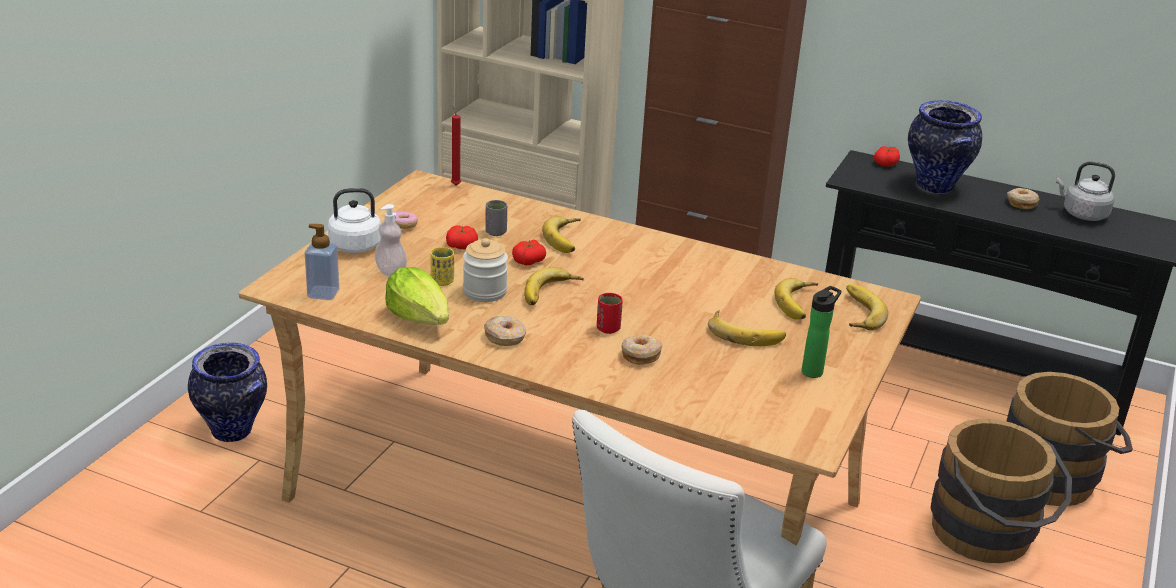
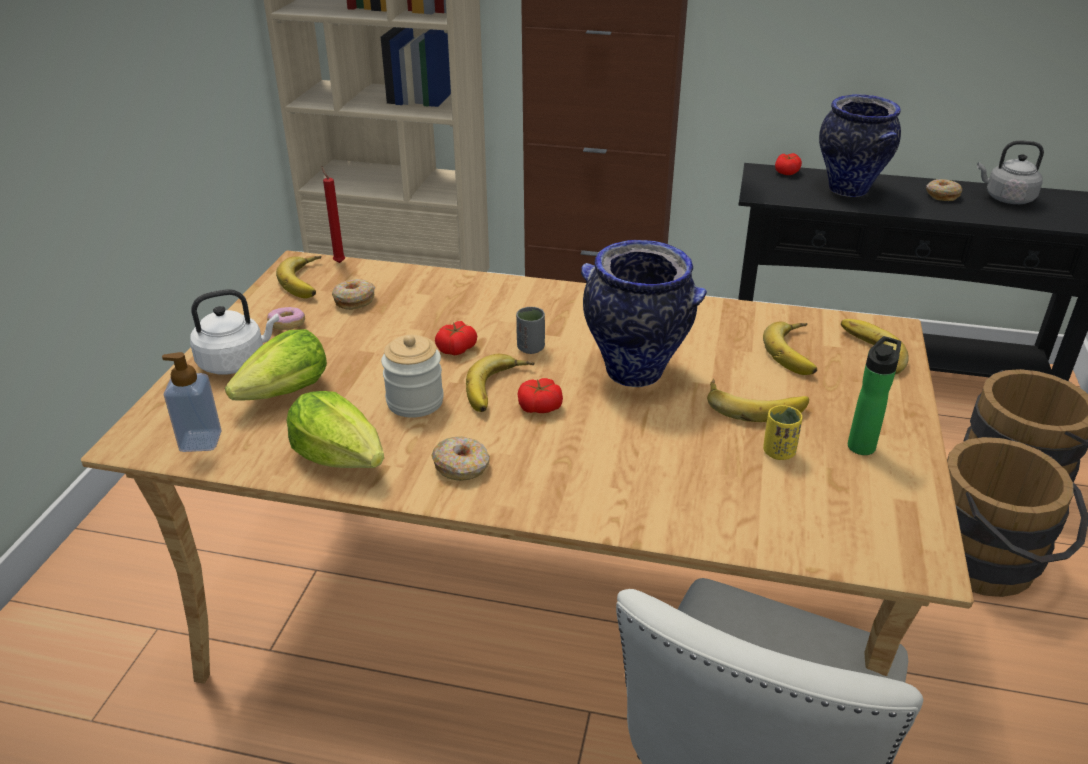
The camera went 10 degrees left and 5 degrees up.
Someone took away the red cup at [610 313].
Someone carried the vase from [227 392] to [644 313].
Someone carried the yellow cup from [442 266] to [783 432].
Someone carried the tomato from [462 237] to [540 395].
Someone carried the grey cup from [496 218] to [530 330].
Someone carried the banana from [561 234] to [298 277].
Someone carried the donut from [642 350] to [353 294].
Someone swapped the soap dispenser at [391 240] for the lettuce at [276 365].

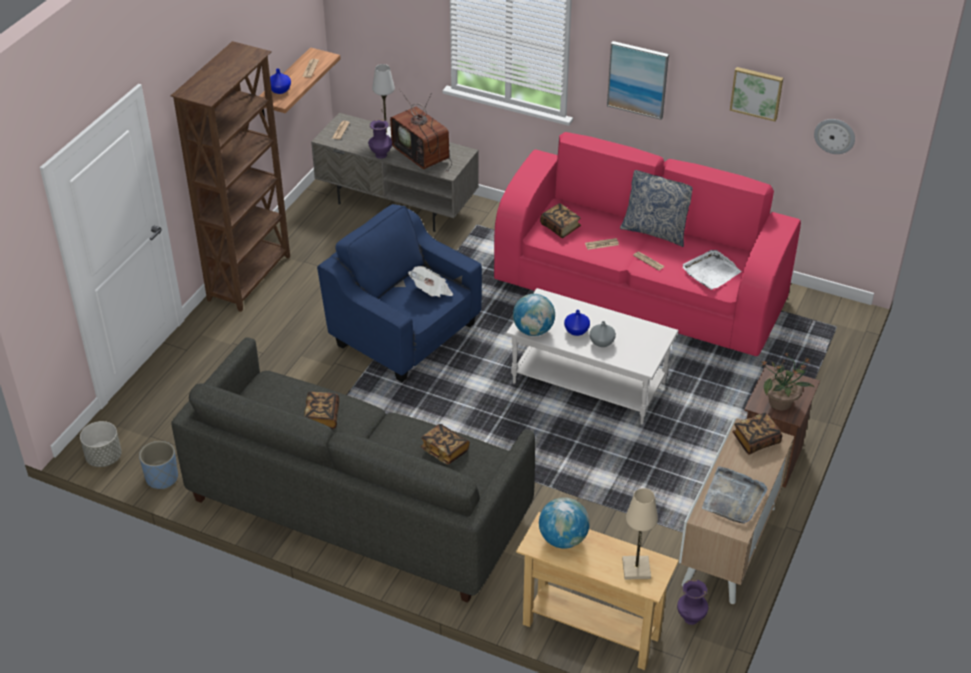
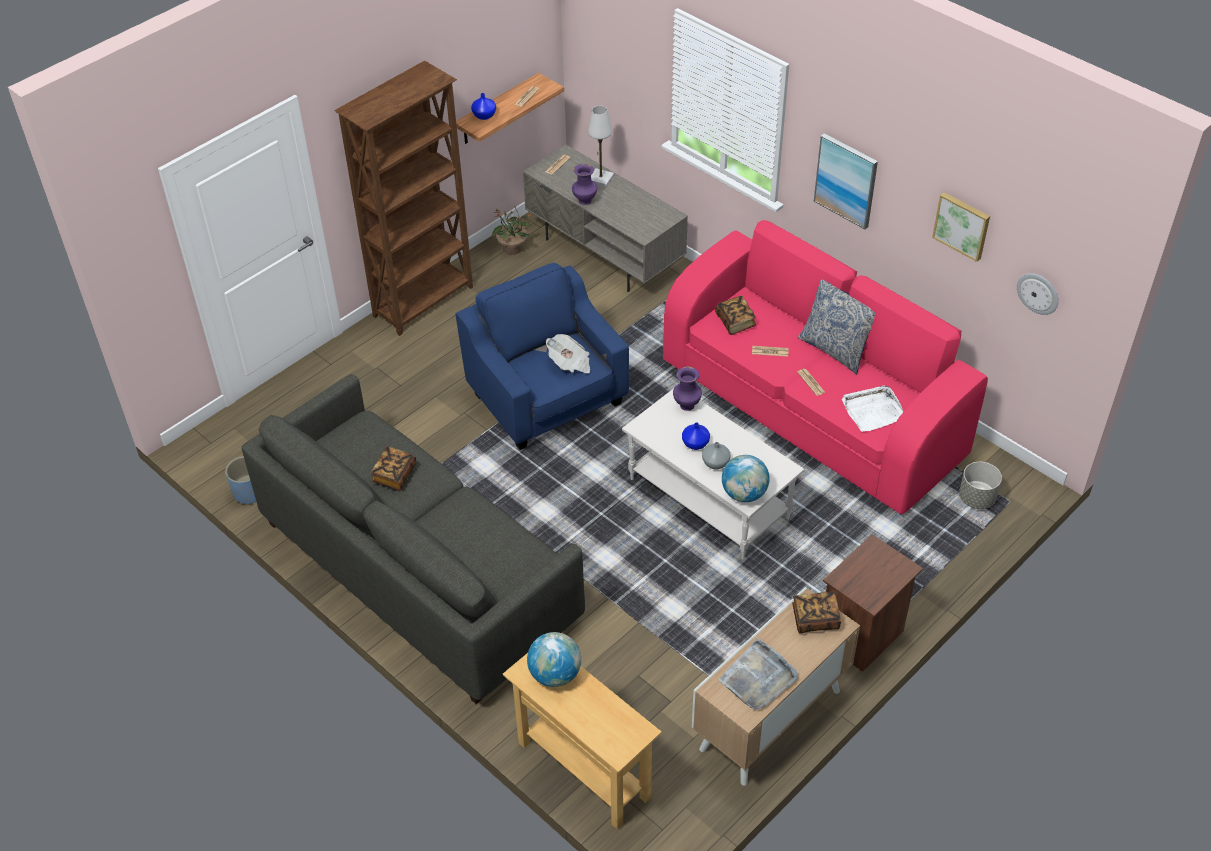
The camera went 20 degrees right and 5 degrees up.
Someone took away the television at [421 130].
Someone took away the book at [445 444].
Someone took away the beige table lamp at [640 533].
Someone carried the grey planter from [101 444] to [980 485].
Someone carried the globe from [534 315] to [746 478].
Someone carried the purple vase from [692 602] to [687 388].
Someone carried the potted plant from [787 381] to [512 230].

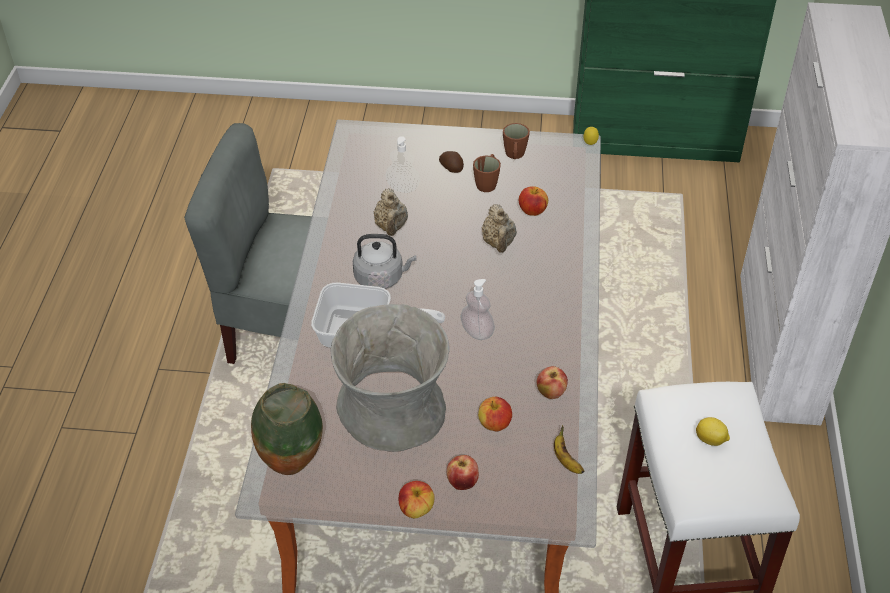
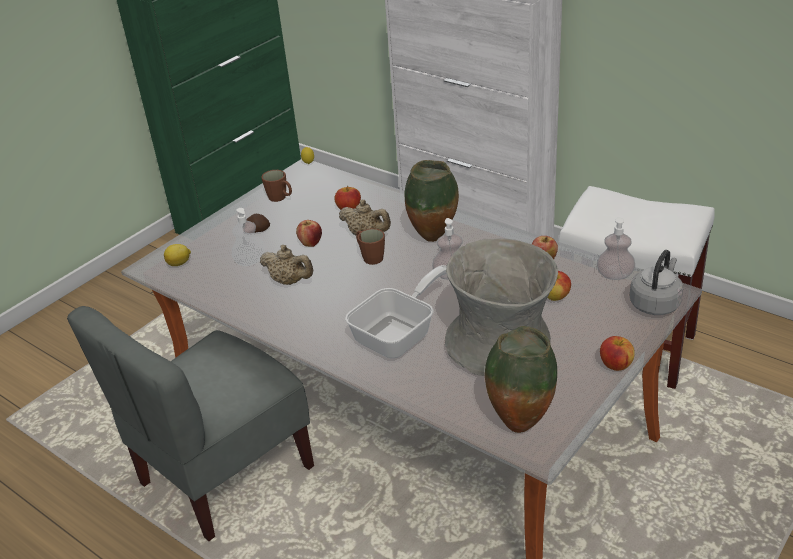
The camera went 55 degrees left and 10 degrees down.
Someone put down the vase at [432 201].
Someone carried the grey kettle from [384 261] to [656 282].
Someone carried the apple from [463 472] to [309 233].
Someone carried the brown mug from [487 173] to [370 246].
Someone carried the lemon from [713 431] to [177 255].
Someone swapped the banana at [569 449] for the soap dispenser at [616 248].

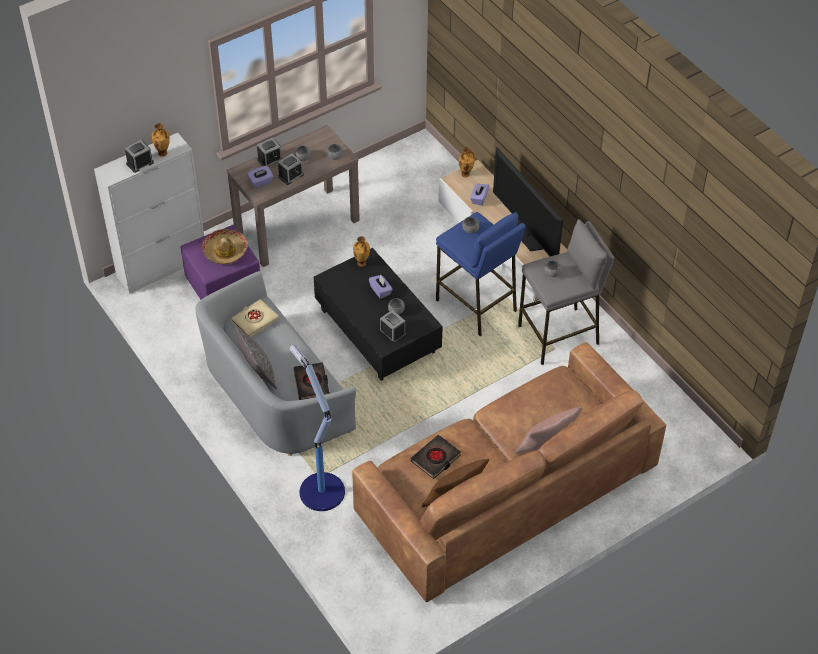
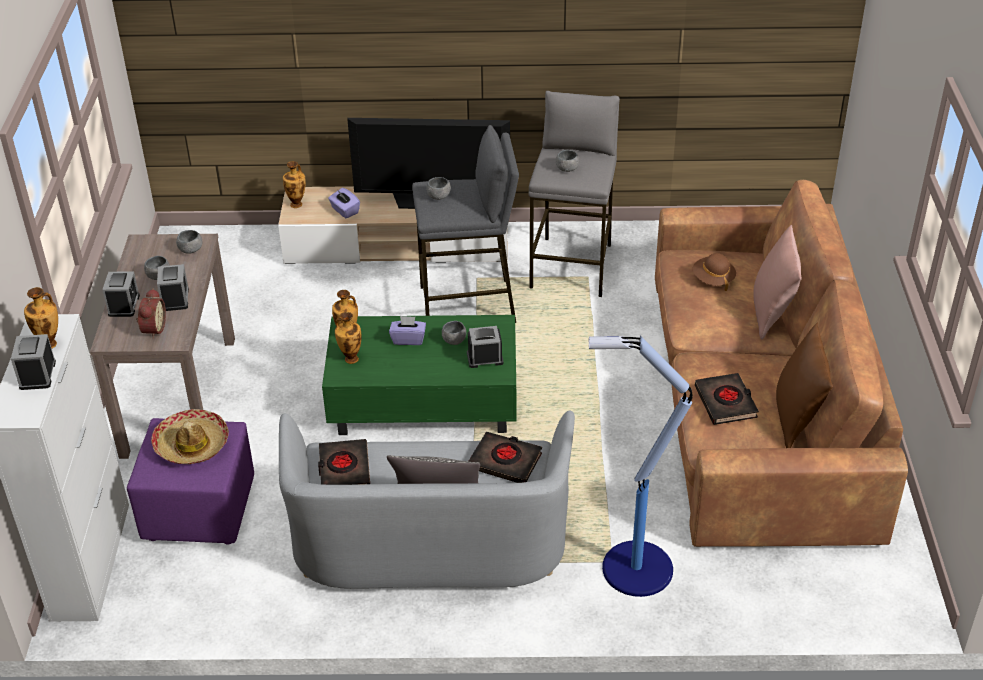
The camera went 55 degrees left and 10 degrees down.
Someone put down the vase at [348 338].
Someone put down the brown hat at [714 272].
Someone swapped the purple tissue box at [260 177] for the alarm clock at [151 313].
Someone repainted the beige book at [255 318], which became the black book at [344 462].
Someone repainted the black coffee table at [378 314], which became the green coffee table at [419 375].
Someone repainted the blue stool at [481 274], which became the grey stool at [465 224].

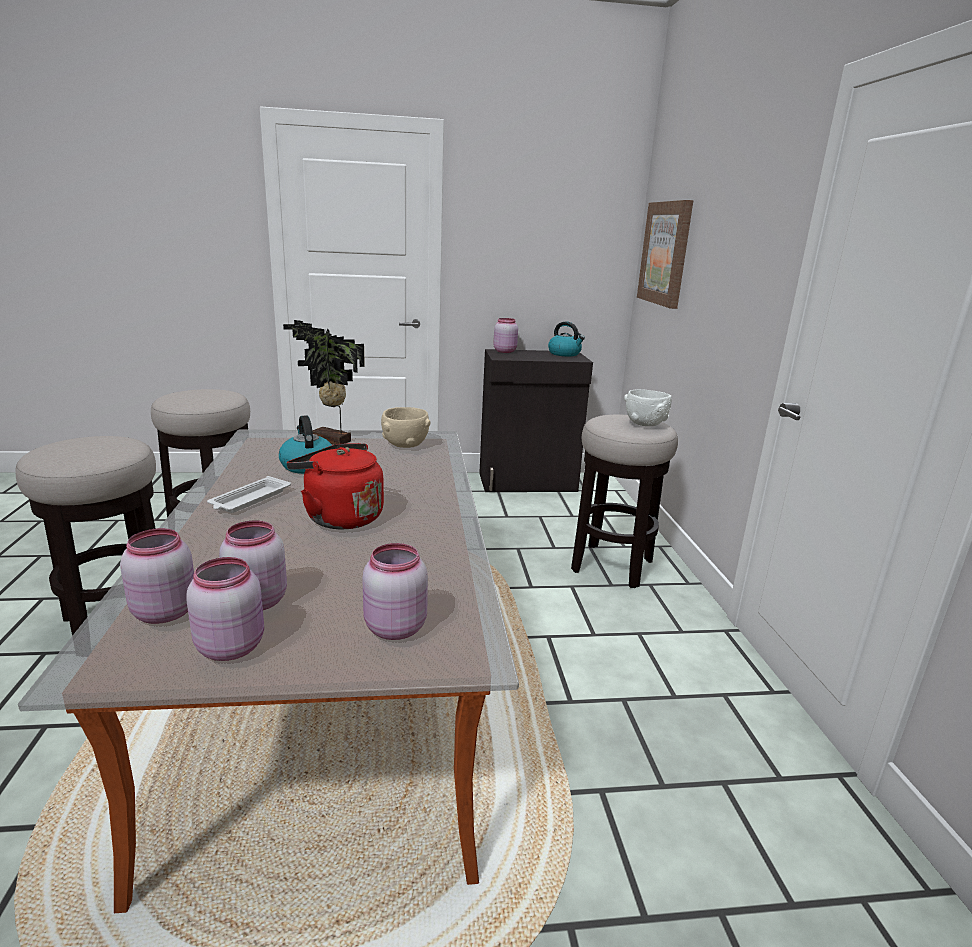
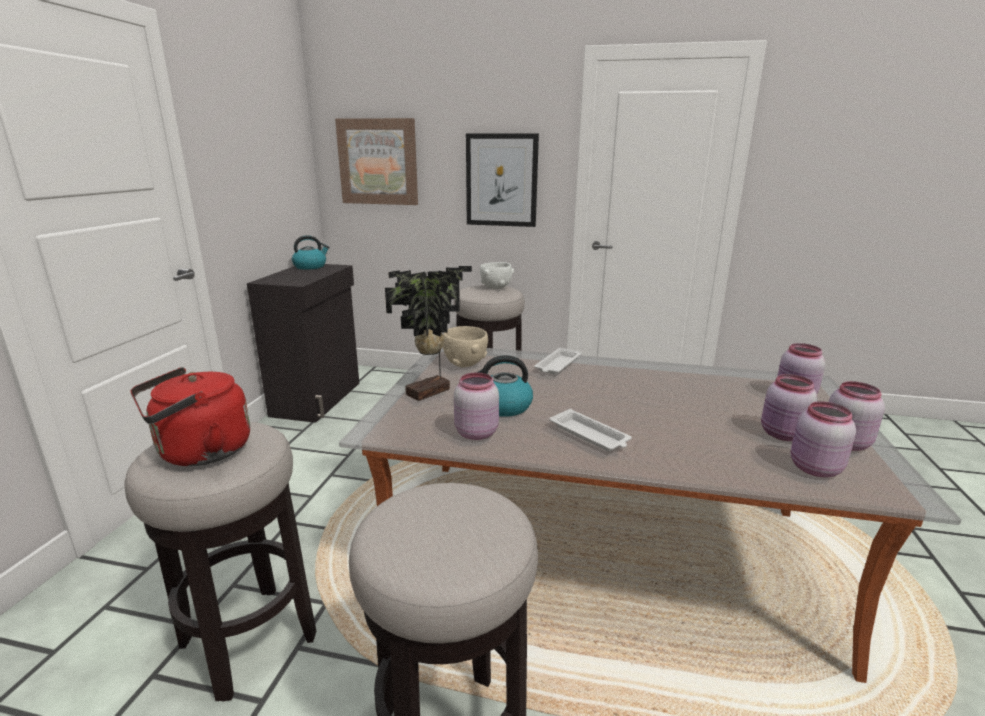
The camera went 70 degrees left and 0 degrees up.
Someone put up the picture at [502 180].
Someone put down the white tray at [558 361].
Someone carried the red kettle from [335 486] to [190 416].
Someone carried the pink jar from [505 335] to [476 406].

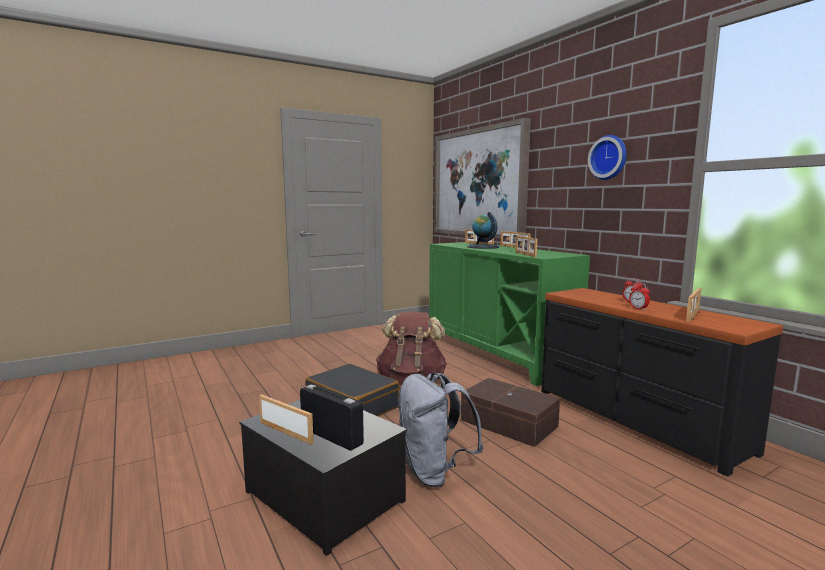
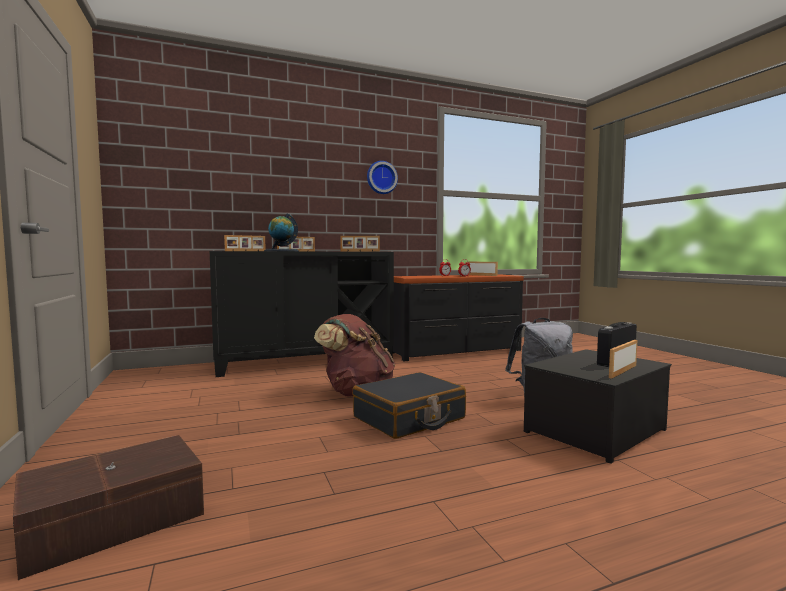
The camera went 80 degrees left and 5 degrees down.
Someone took away the picture at [482 178].
Someone carried the brown storage box from [510 412] to [108 507].
Someone repainted the green cabinet at [509 314], which became the black cabinet at [302 314].

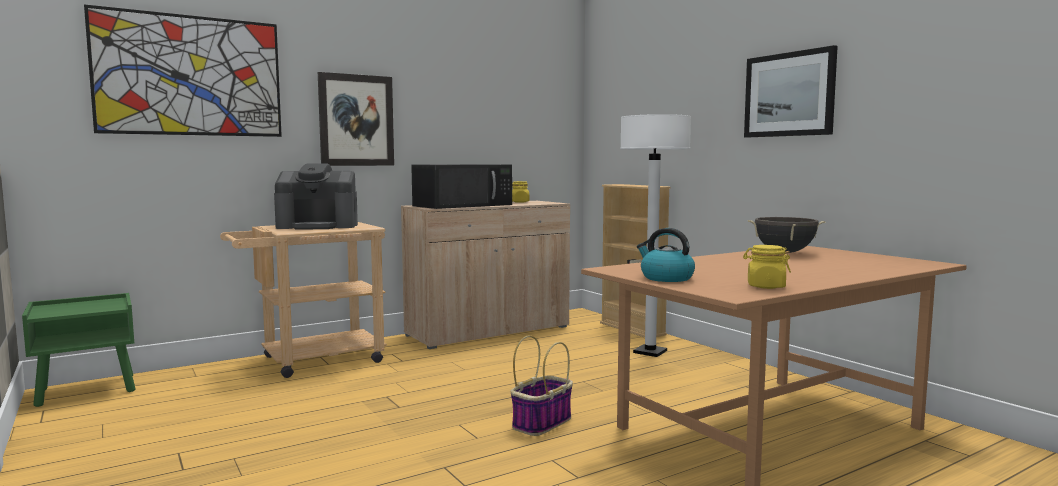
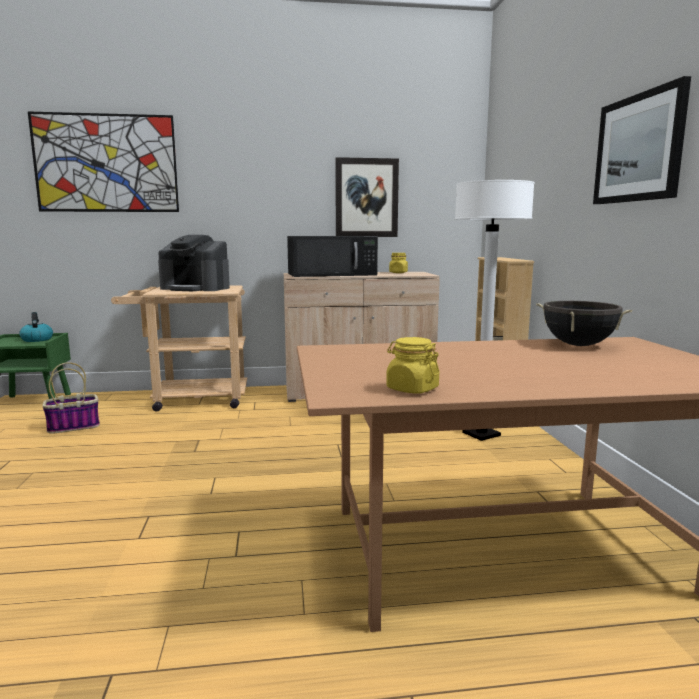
The camera went 25 degrees right and 5 degrees up.
Someone carried the picture from [356 119] to [367 197].
Someone carried the basket from [542 385] to [71 398].
Someone carried the kettle from [666 255] to [36 327].

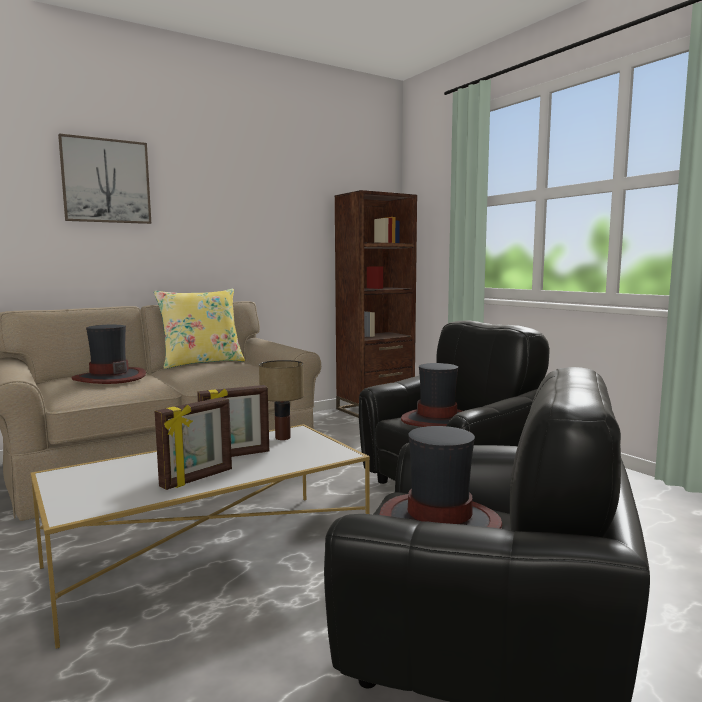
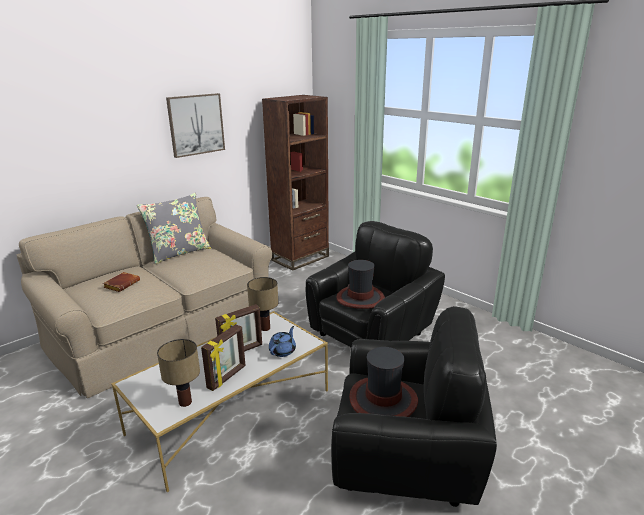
The camera went 10 degrees left and 15 degrees up.
Someone put down the table lamp at [178 373].
Someone put down the blue teapot at [282 341].
Someone carried the picture from [104 179] to [195 125].
Someone swapped the hat at [109 354] for the brown book at [121 282].
Someone repainted the yellow pillow at [199 329], which became the grey pillow at [174 229].

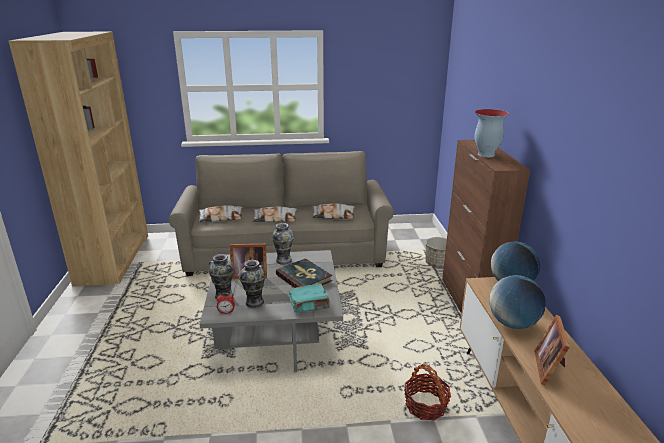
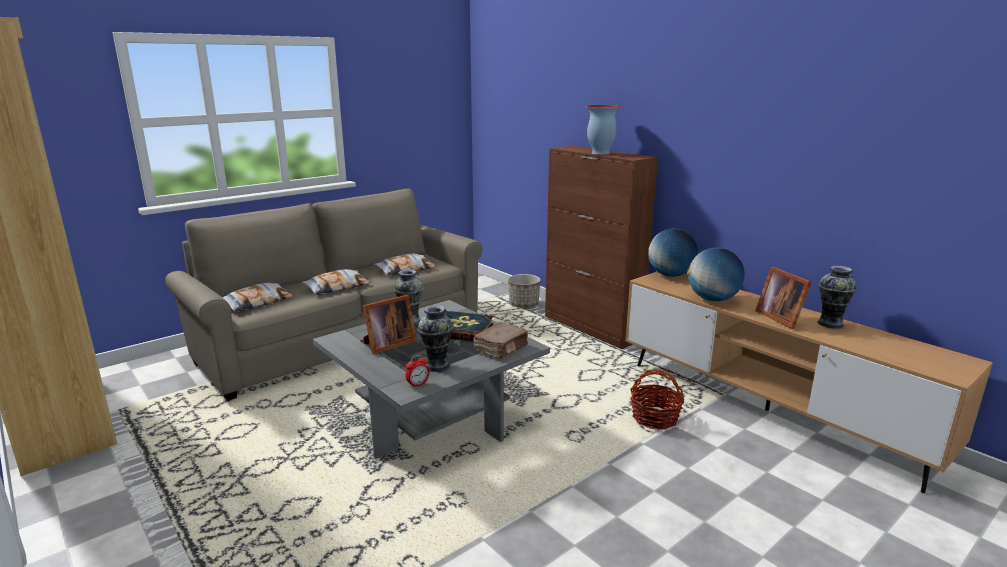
The camera went 35 degrees left and 5 degrees down.
Someone carried the vase from [221 276] to [837 297].
Someone repainted the turquoise book at [309 298], which became the brown book at [500 340].

